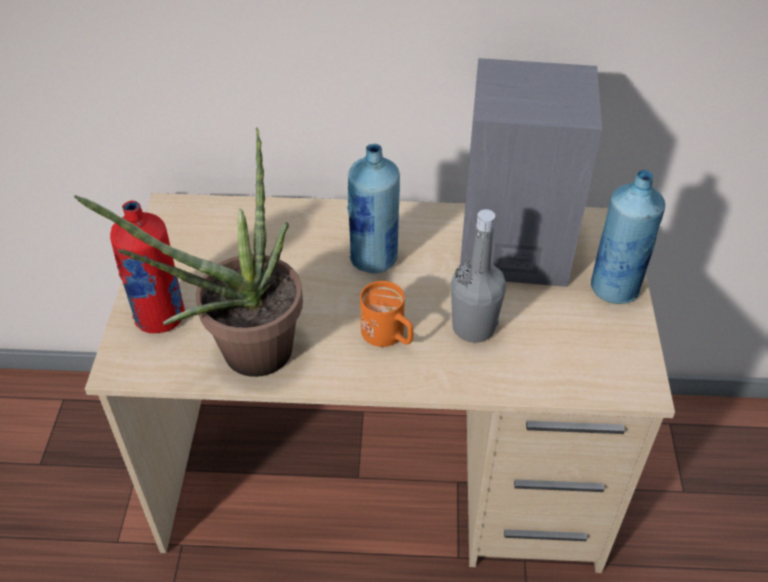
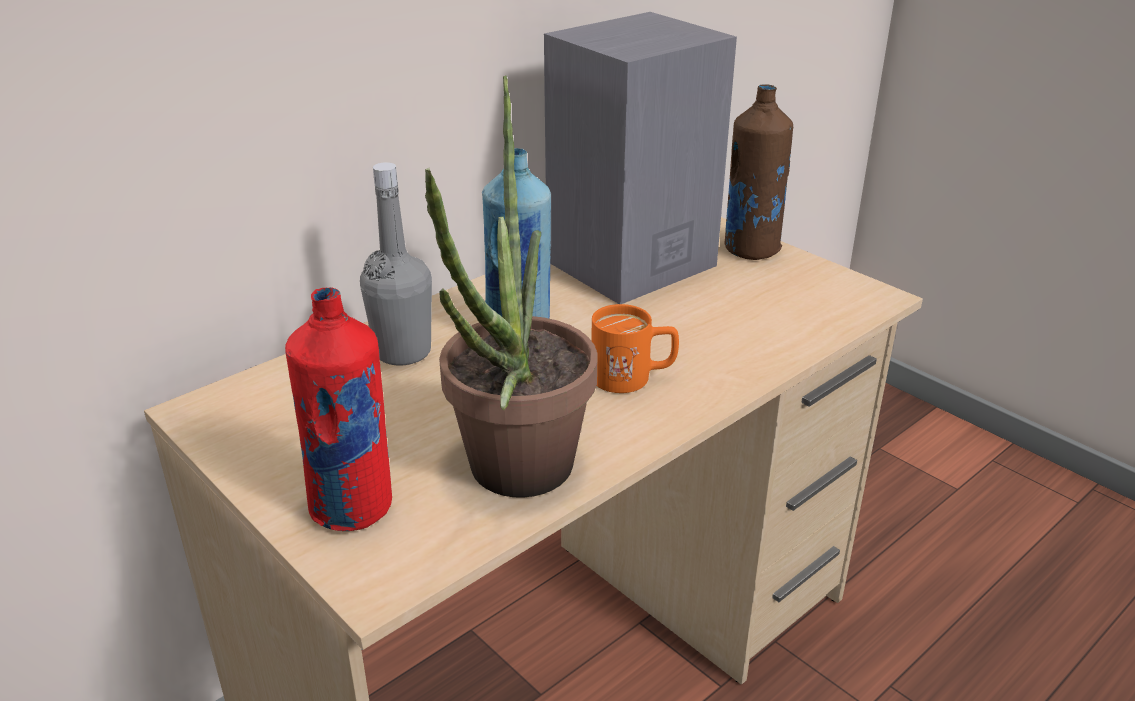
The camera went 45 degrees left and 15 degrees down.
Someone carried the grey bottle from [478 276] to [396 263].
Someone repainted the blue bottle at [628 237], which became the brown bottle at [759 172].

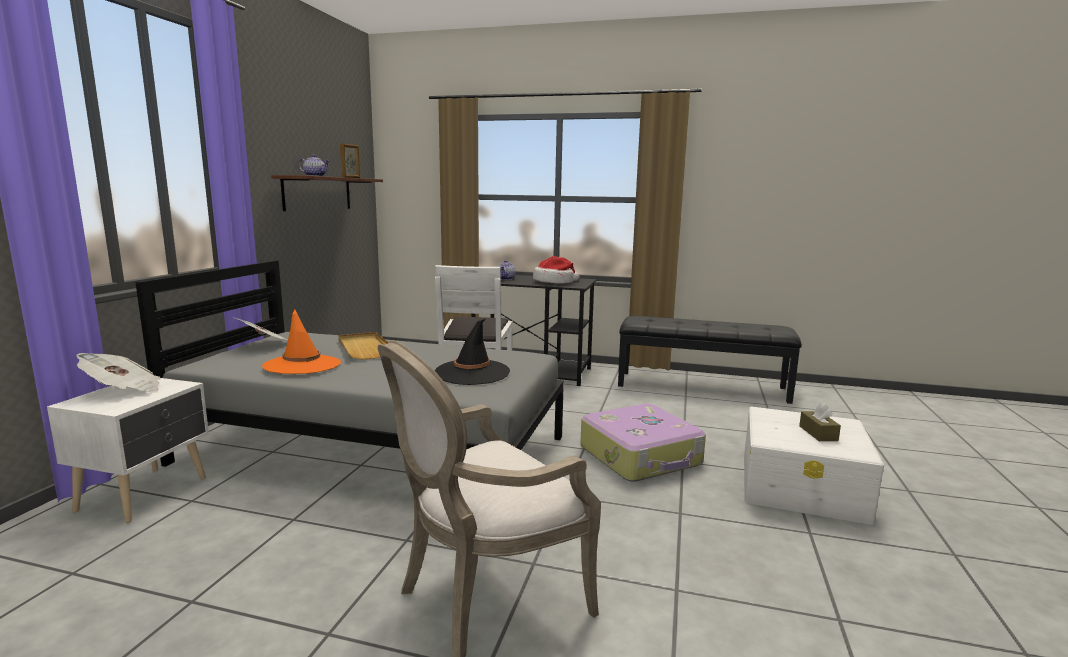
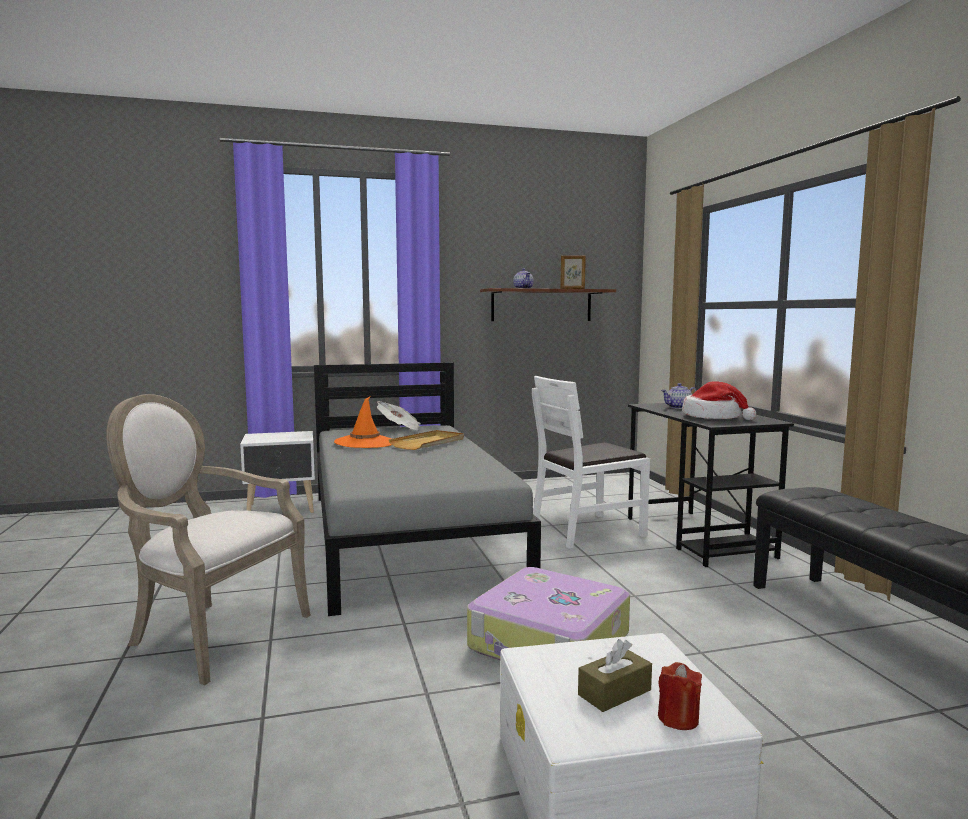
The camera went 60 degrees right and 5 degrees down.
Someone took away the newspaper at [118 372].
Someone took away the black hat at [472 352].
Someone put down the red candle at [680 696].

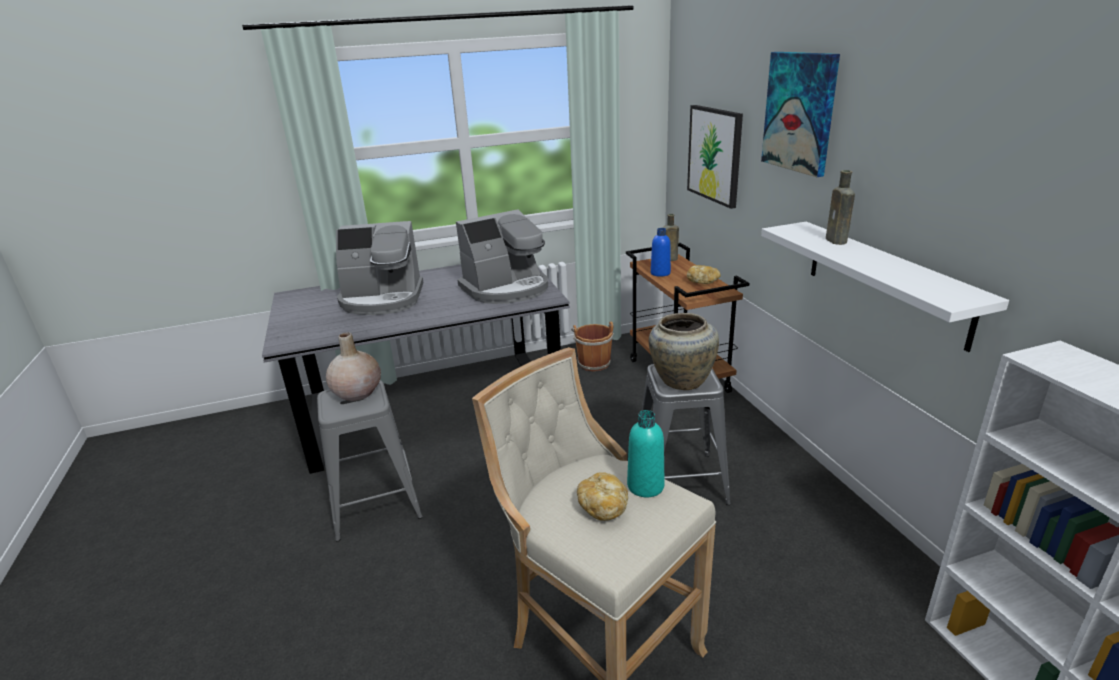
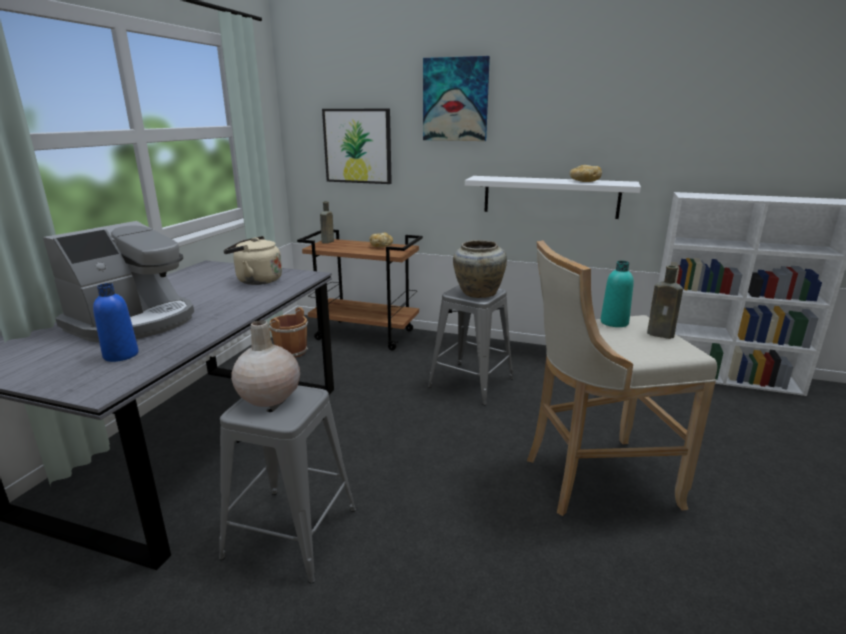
The camera went 55 degrees left and 5 degrees down.
Someone carried the bread from [602 496] to [586 173].
Someone carried the blue bottle from [661 252] to [116 322].
Someone carried the brown bottle from [840 207] to [665 302].
Someone swapped the coffee machine at [502 256] for the beige kettle at [252 260].

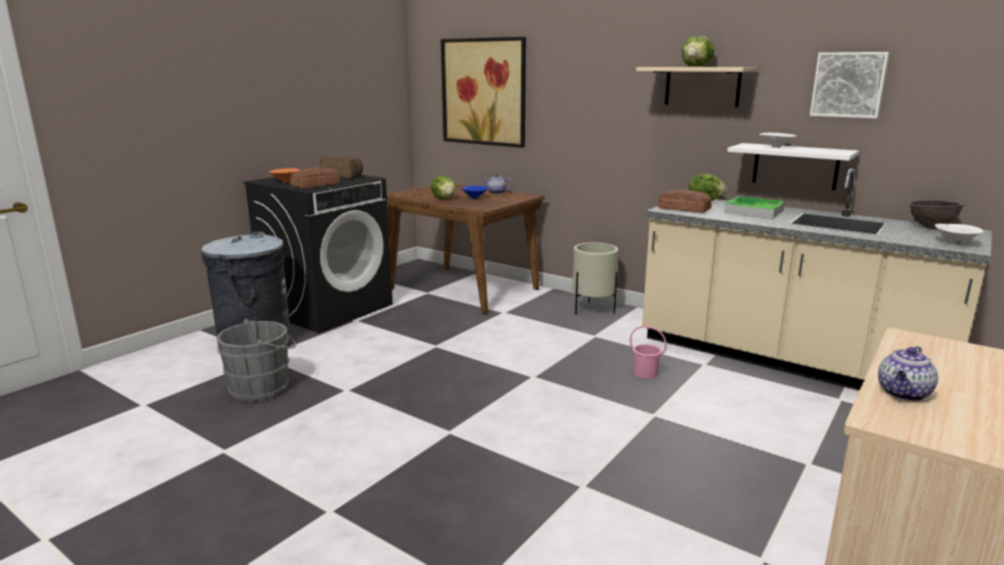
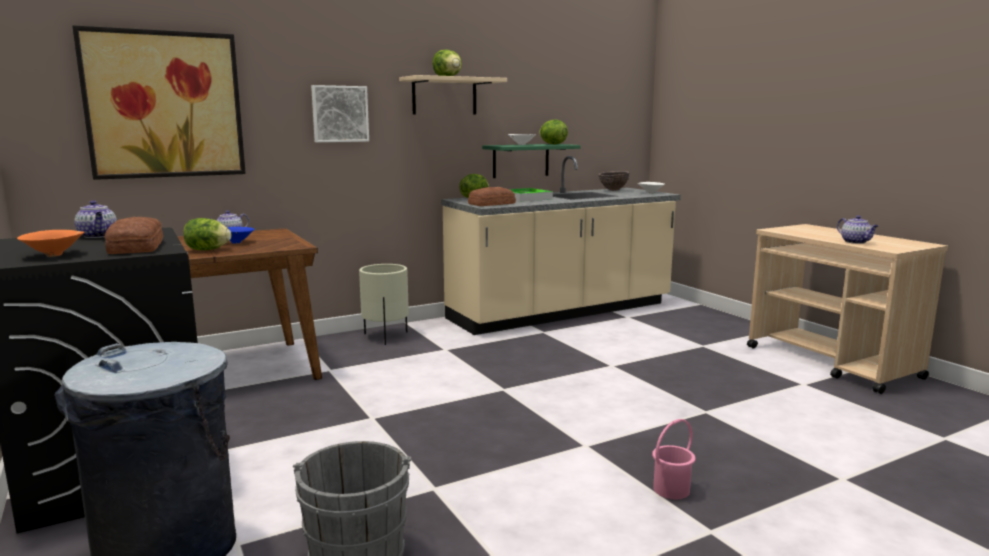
The camera went 65 degrees left and 5 degrees down.
Someone put down the lettuce at [553 132].
Someone carried the pink bucket from [648 352] to [673 459].
Someone carried the picture from [849 85] to [340 113].
Someone swapped the bread at [341 167] for the teapot at [96 219].
Someone repainted the white shelf at [793 166], which became the green shelf at [531 161].

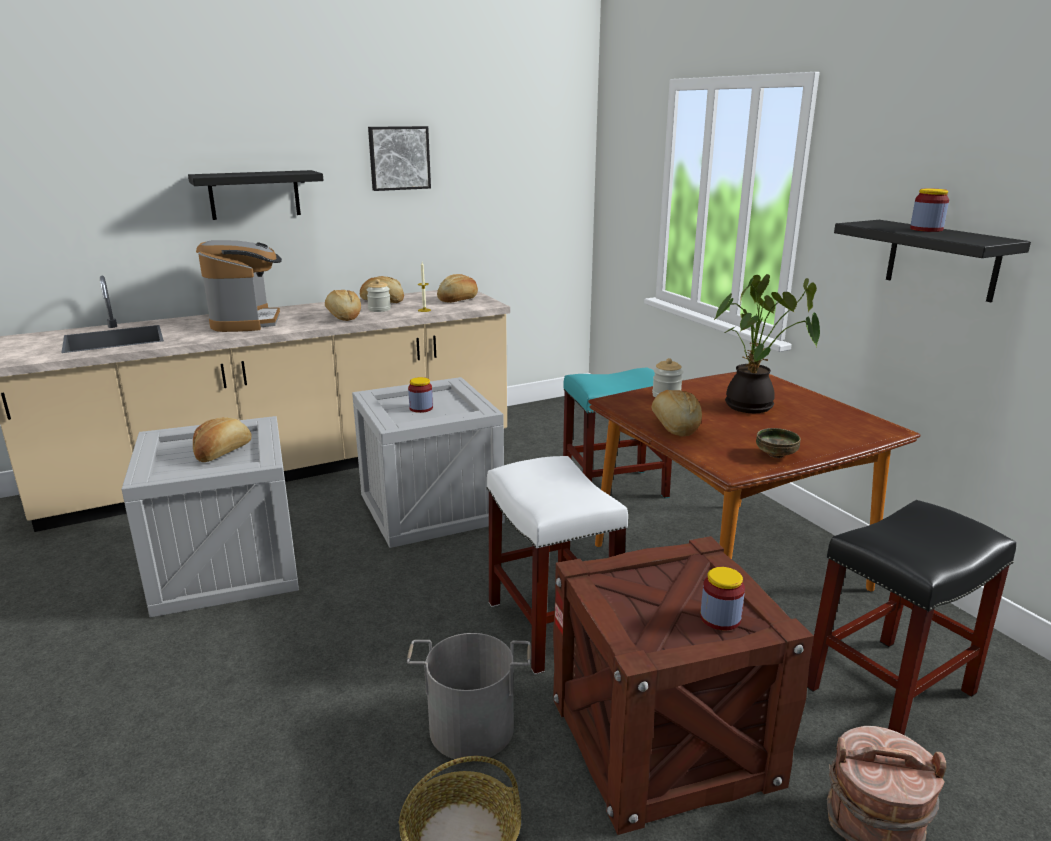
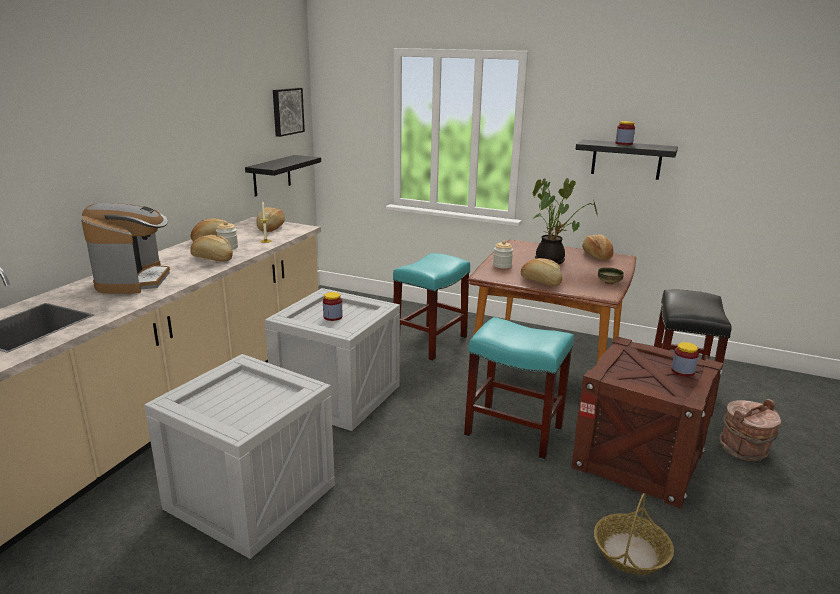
The camera went 40 degrees left and 0 degrees up.
Someone took away the grey bucket at [469 696].
Someone carried the black shelf from [256 195] to [283 176].
Someone carried the bread from [222 439] to [598 247].
Someone carried the picture from [399 158] to [289 112].
Someone repainted the white stool at [557 565], which became the turquoise stool at [519 388].
Someone rotated the coffee machine at [239 286] by 45 degrees clockwise.

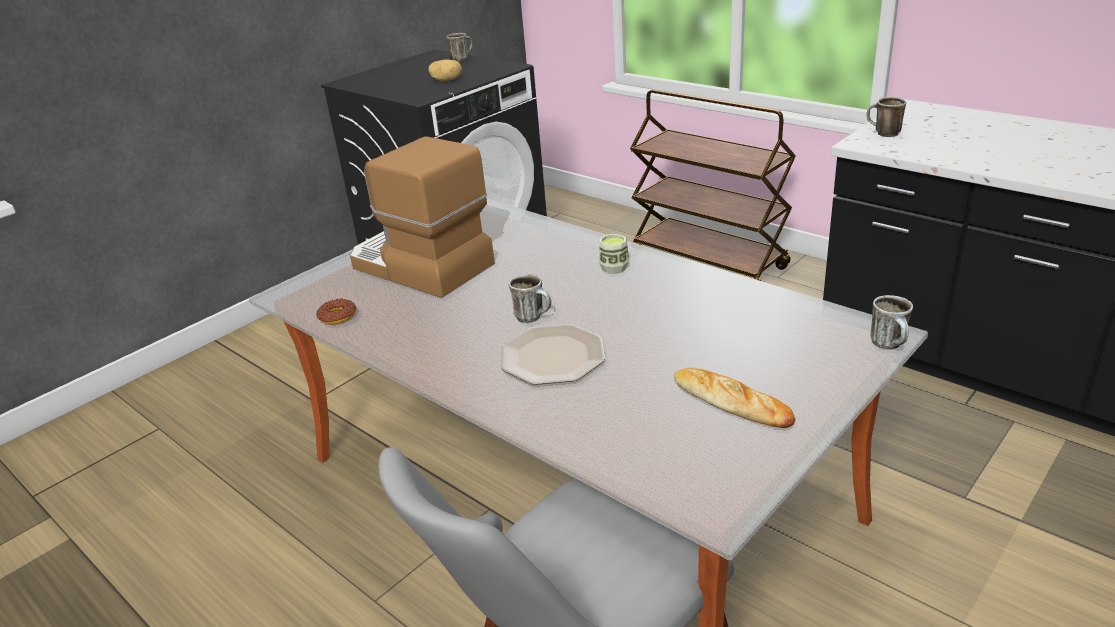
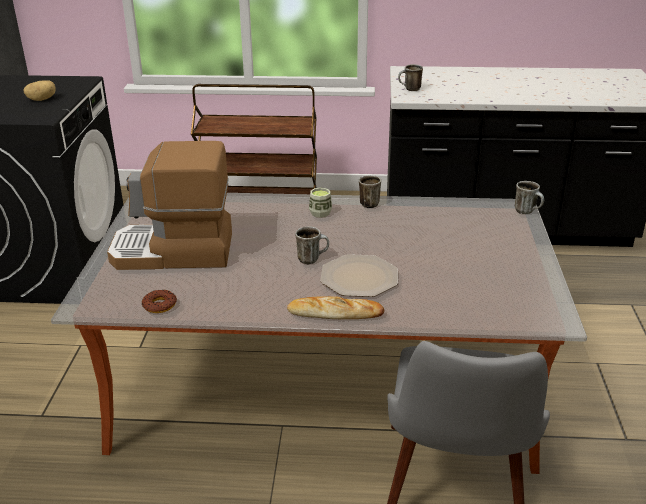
The camera went 40 degrees left and 0 degrees up.
Someone carried the mug from [459 47] to [370 191].
Someone carried the bread from [734 398] to [335 307].

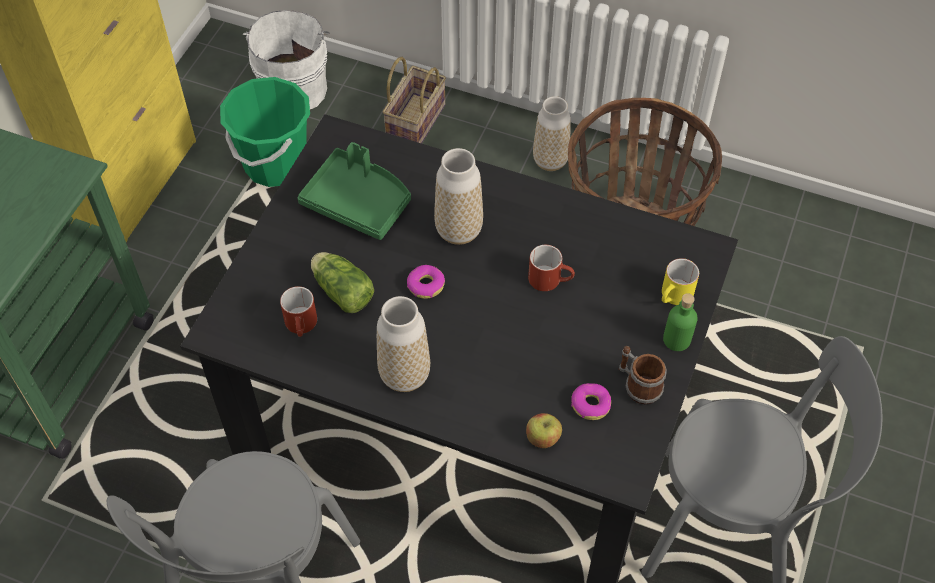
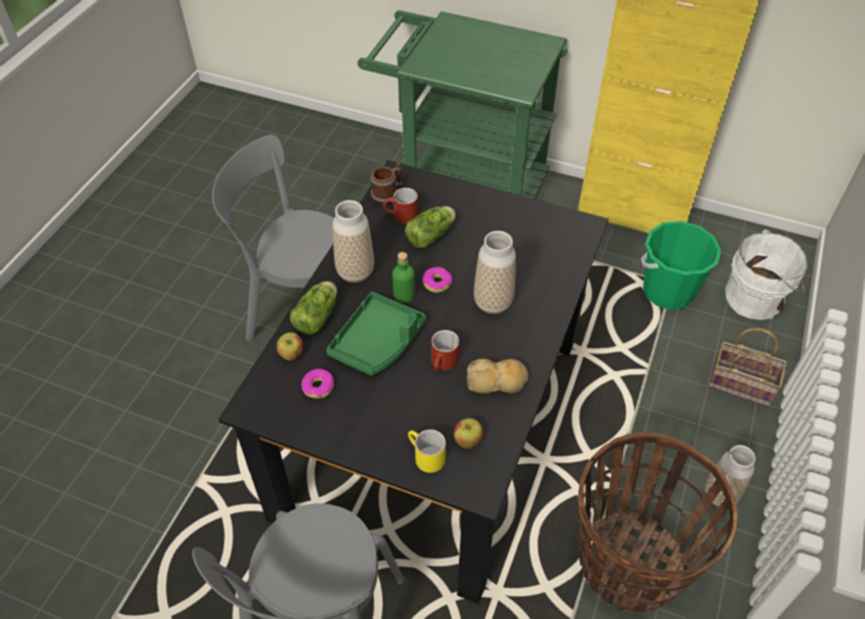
The camera went 90 degrees right and 5 degrees down.
Someone put down the lettuce at [313 308].
Someone put down the apple at [468 433].
Someone put down the bread at [497 376].
Someone carried the green tray from [354 191] to [376 333].
Someone carried the mug from [642 375] to [386 183].
Someone carried the green bottle from [680 322] to [403 277].

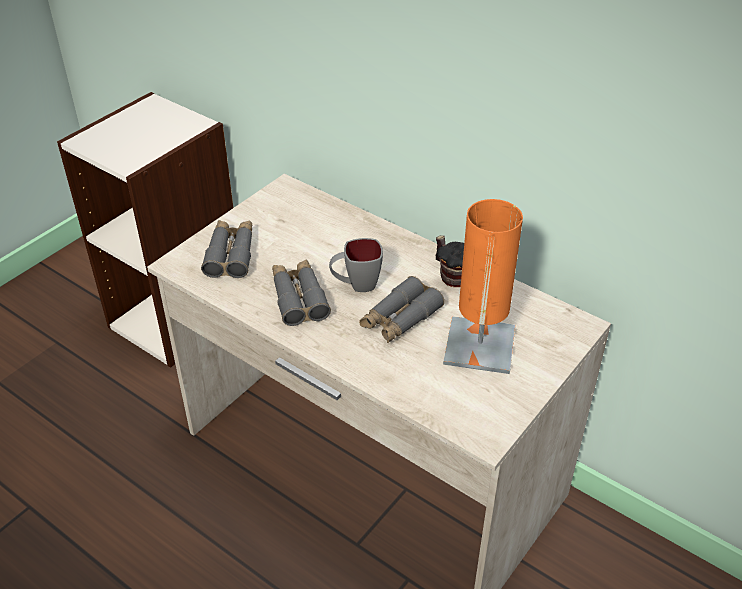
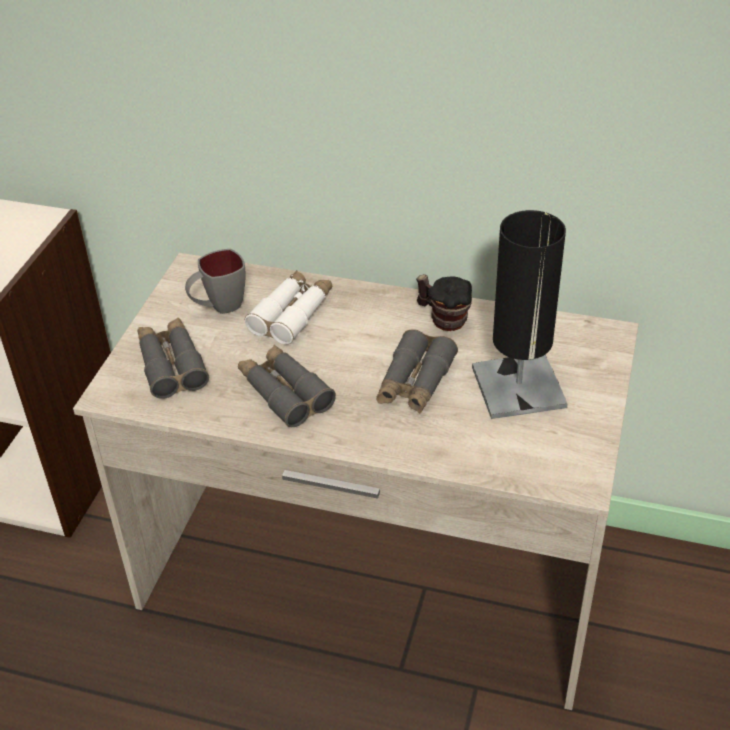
The camera went 20 degrees left and 0 degrees up.
Someone put down the white binoculars at [288 307].
Someone carried the grey mug from [356 265] to [215 281].
Someone repainted the orange table lamp at [483 286], which became the black table lamp at [520 314].

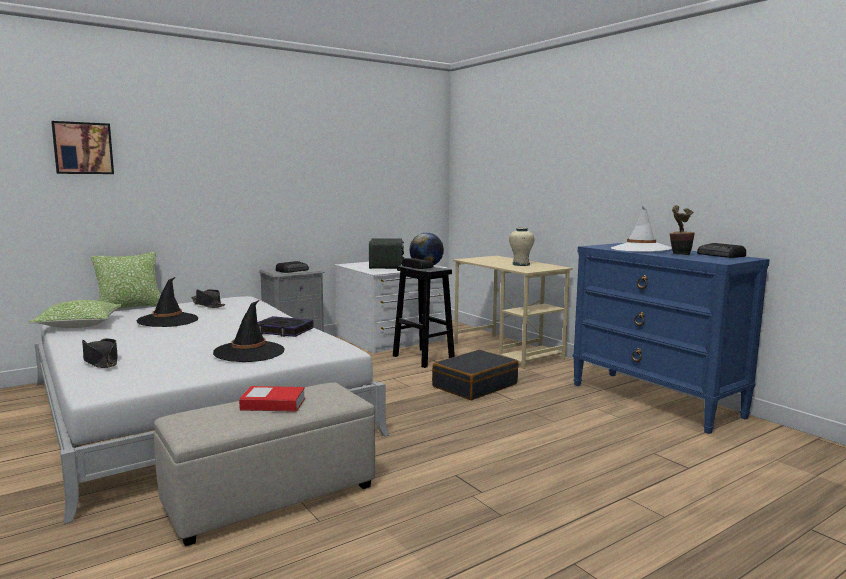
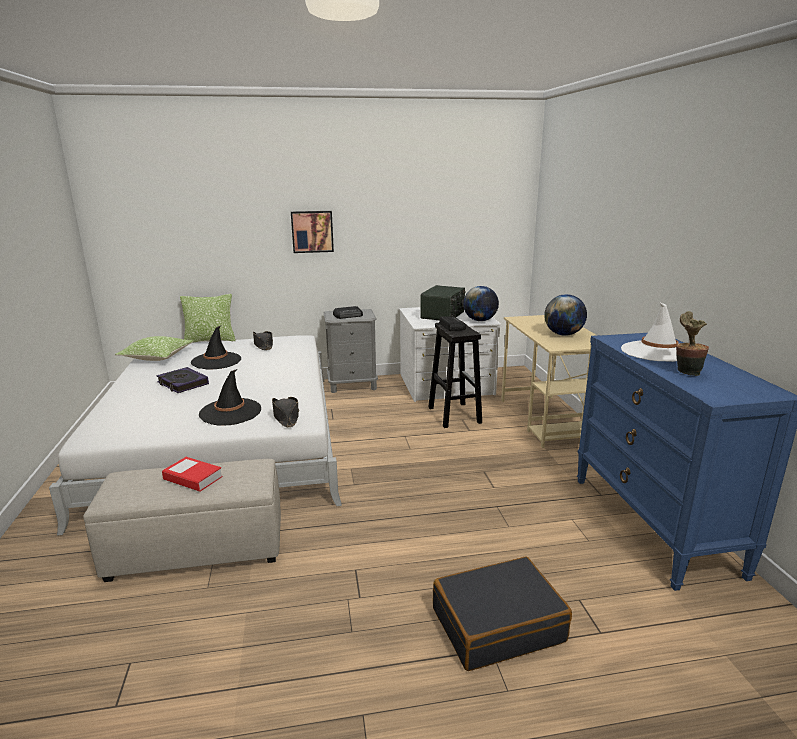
The camera went 25 degrees right and 10 degrees up.
Someone took away the radio at [721 250].
Someone carried the picture from [82 147] to [312 232].
Someone carried the black hat from [100 353] to [285 412].
Someone carried the book from [285 326] to [182 380].
Someone carried the black suitcase from [475 375] to [502 613].
Someone swapped the beige vase at [521 246] for the globe at [565 314].

